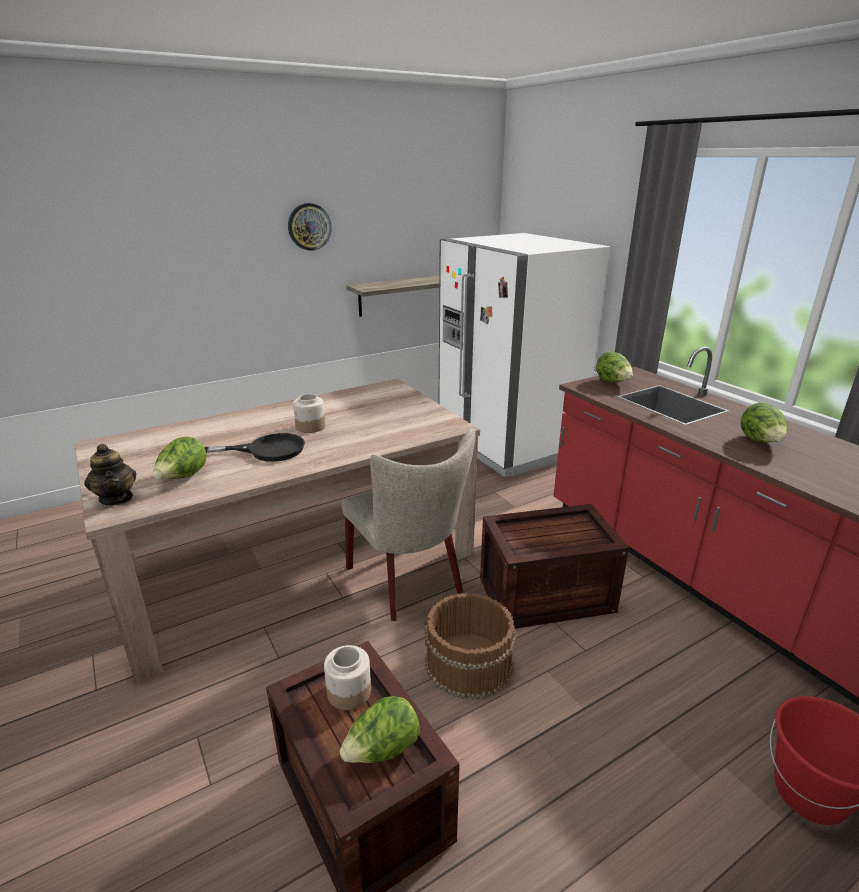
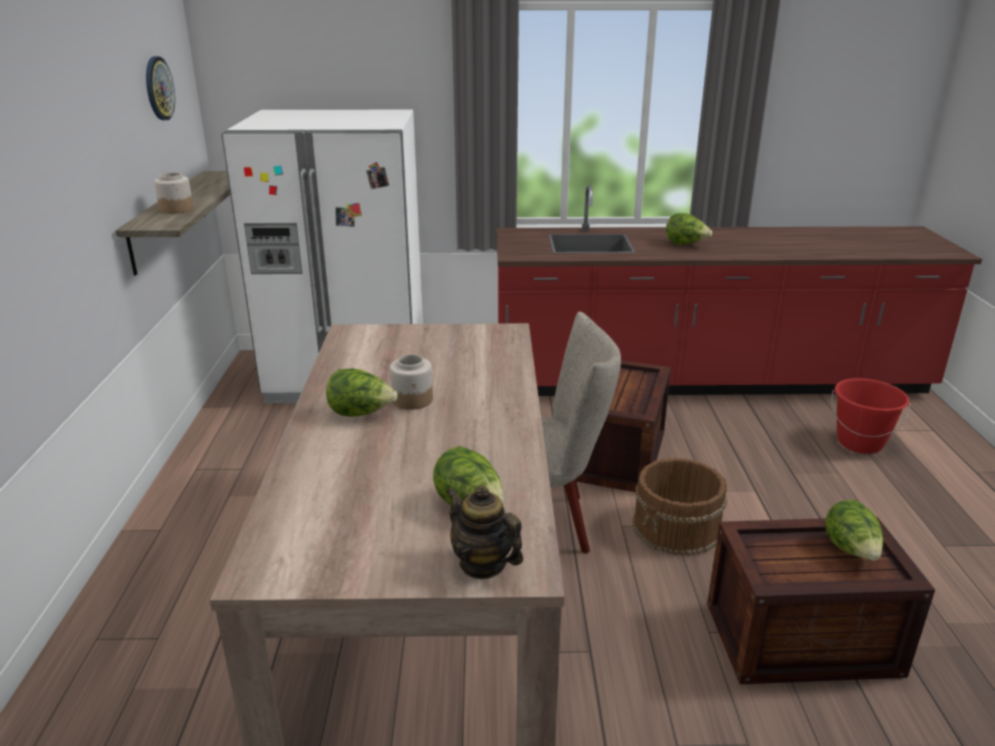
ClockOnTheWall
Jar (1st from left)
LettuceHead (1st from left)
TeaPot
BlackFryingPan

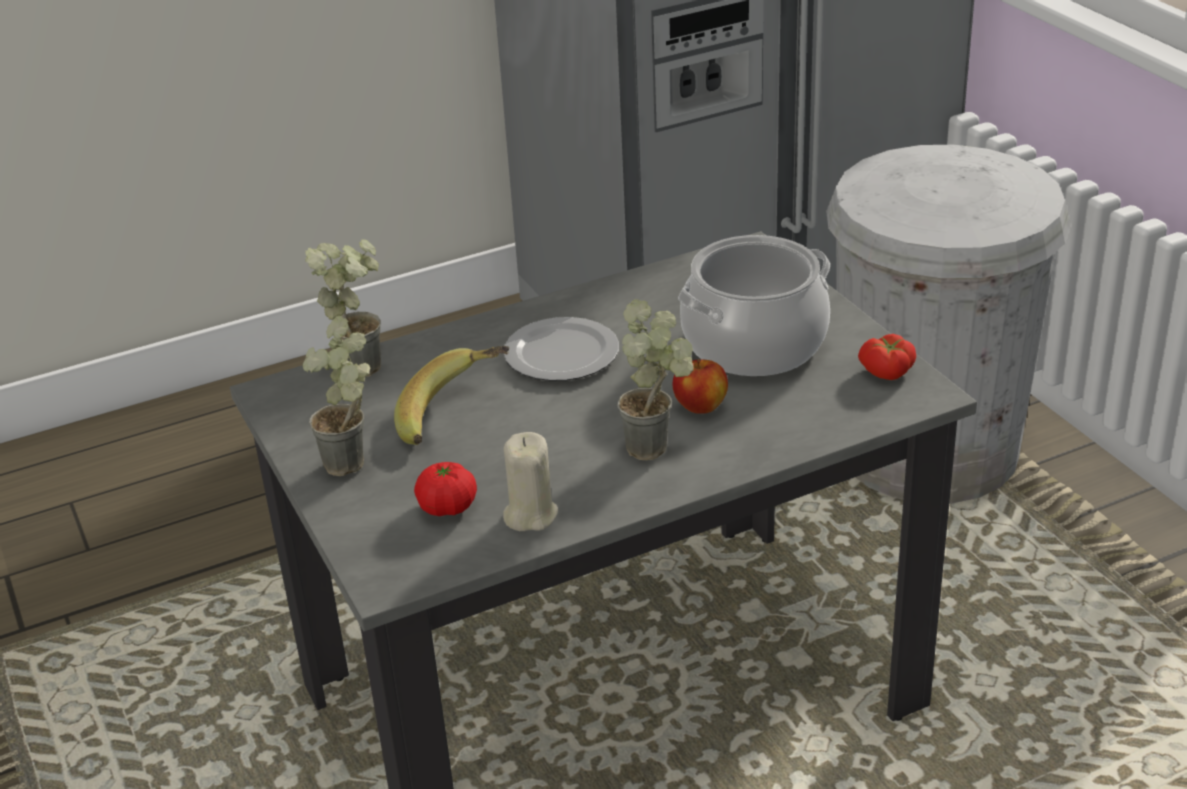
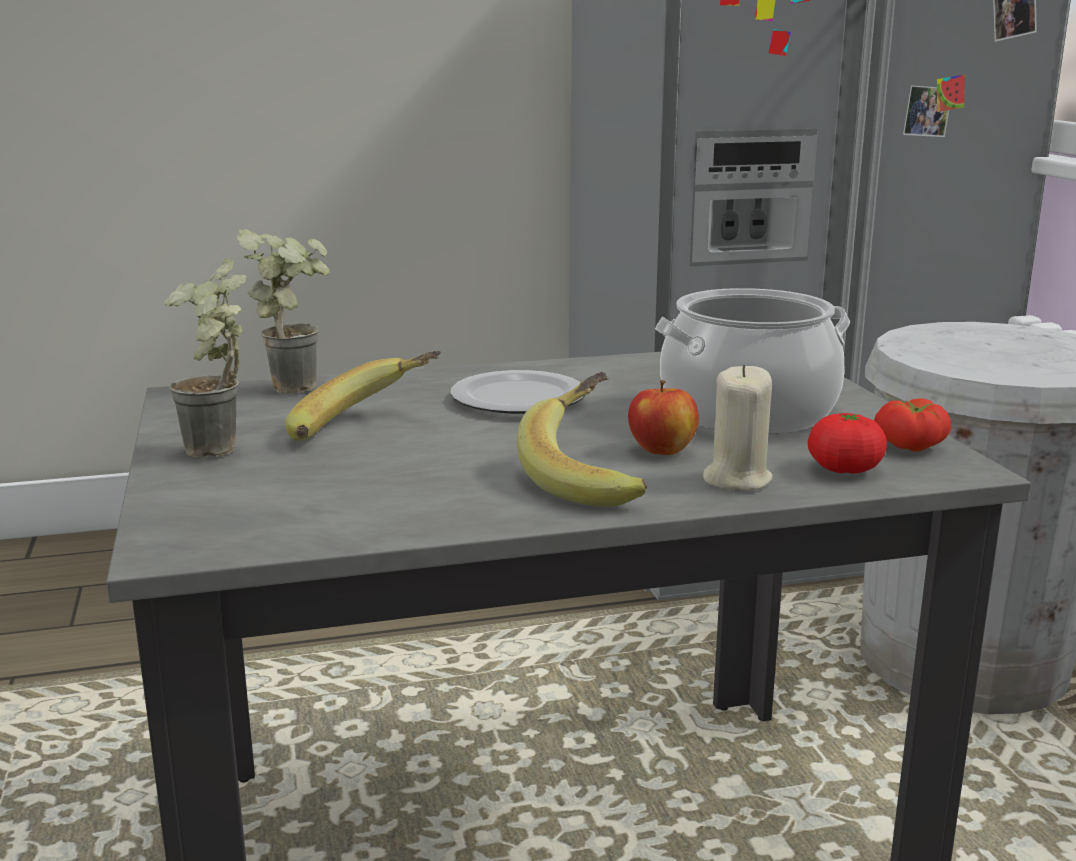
WholeBanana (2nd from left)
BeigeColouredWaxCandle
Tomato (1st from left)

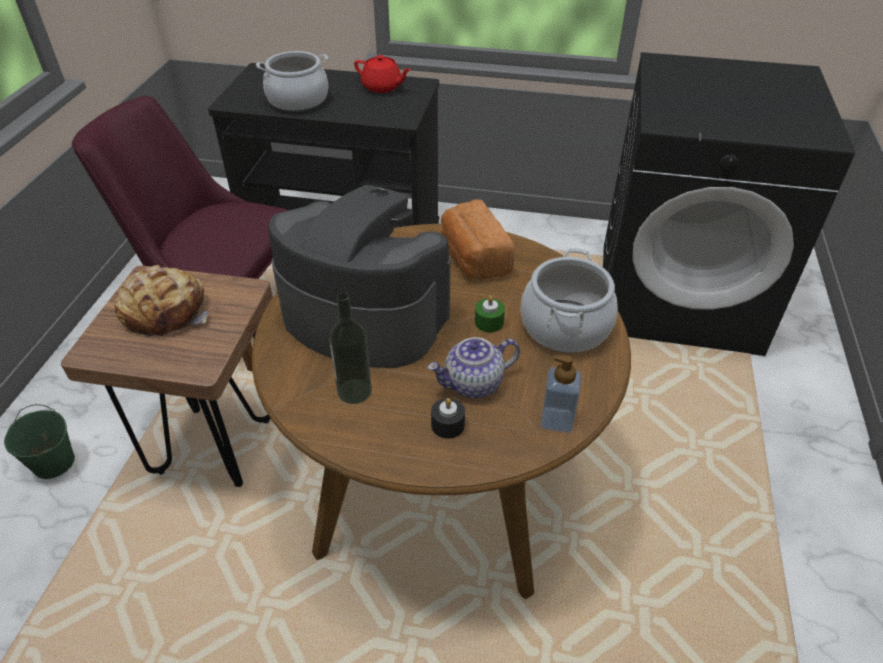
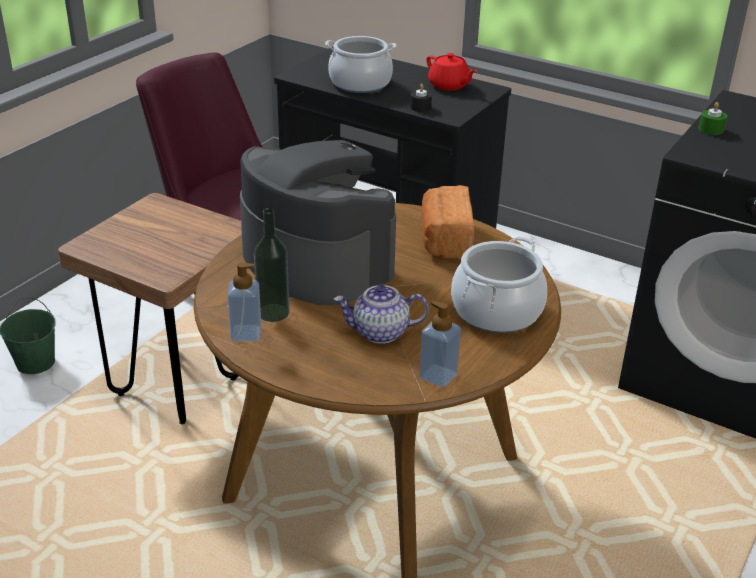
LiquidSoapBottle (1st from left)
BlackWaxCandle
GreenishWaxCandle
BakeryBread (1st from left in the first image)

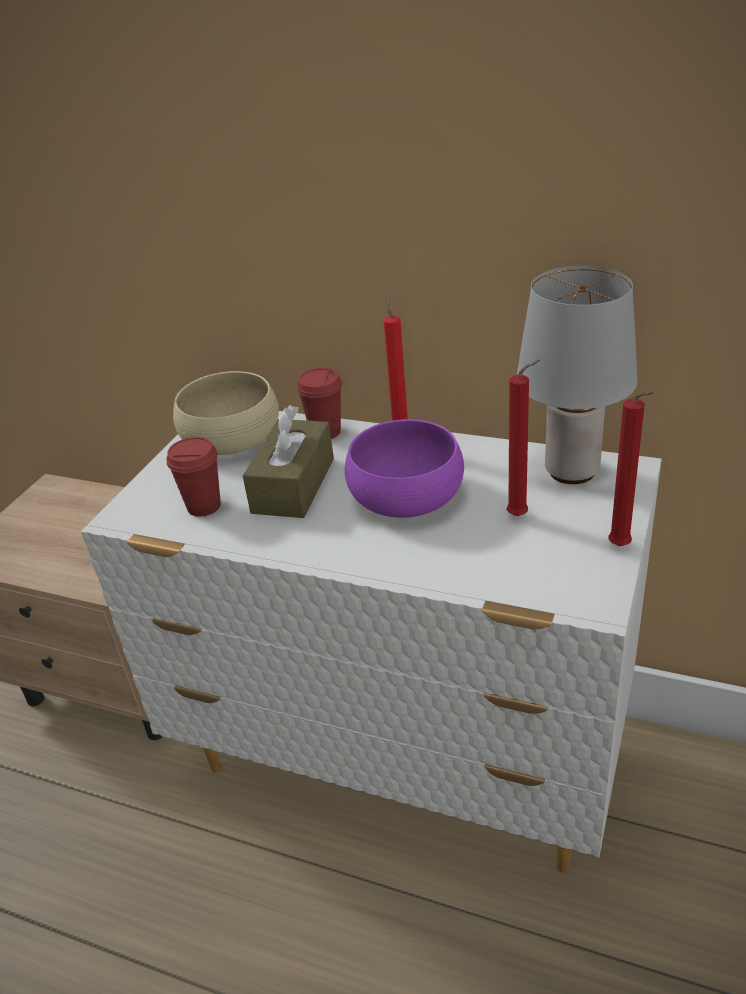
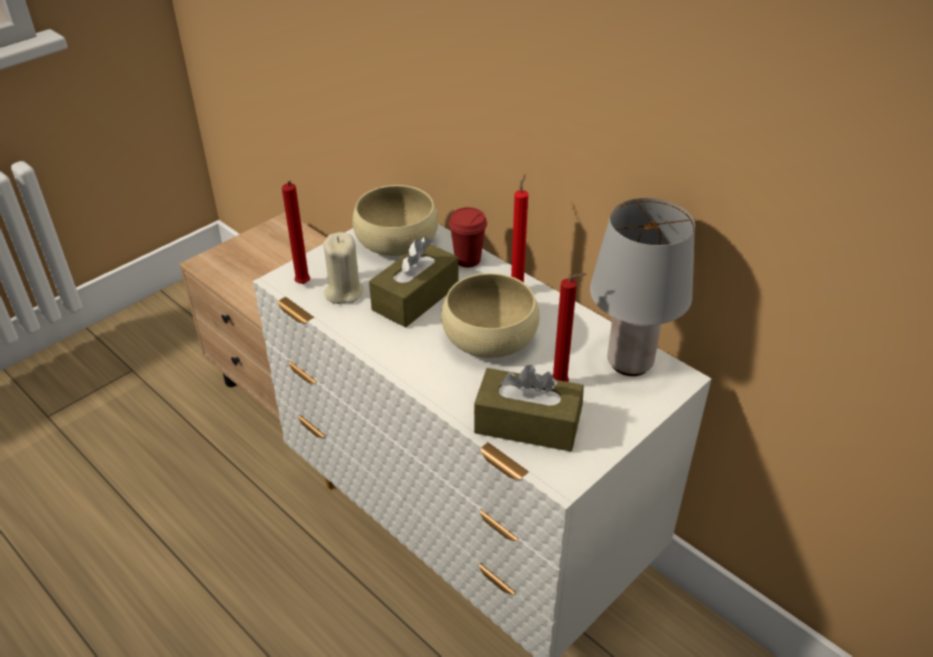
RedWaxCandle (1st from left)
BeigeColouredWaxCandle
BeigeColouredBowl (2nd from left)
BrownishBoxOfTissues (2nd from left)

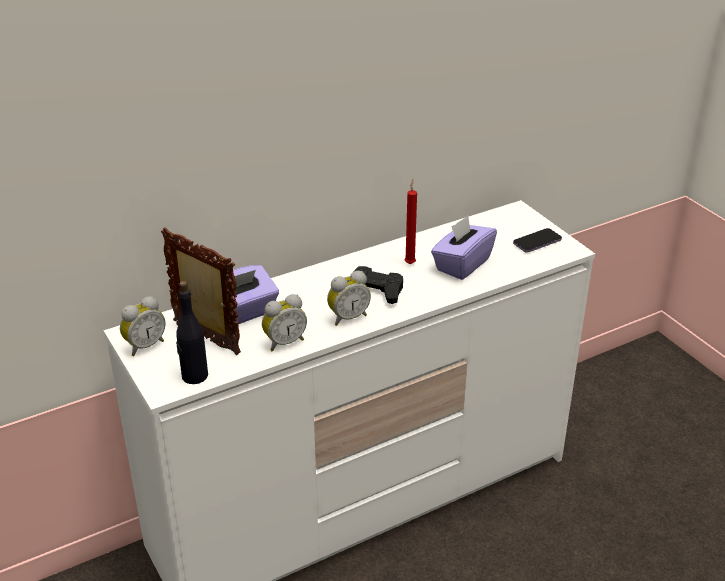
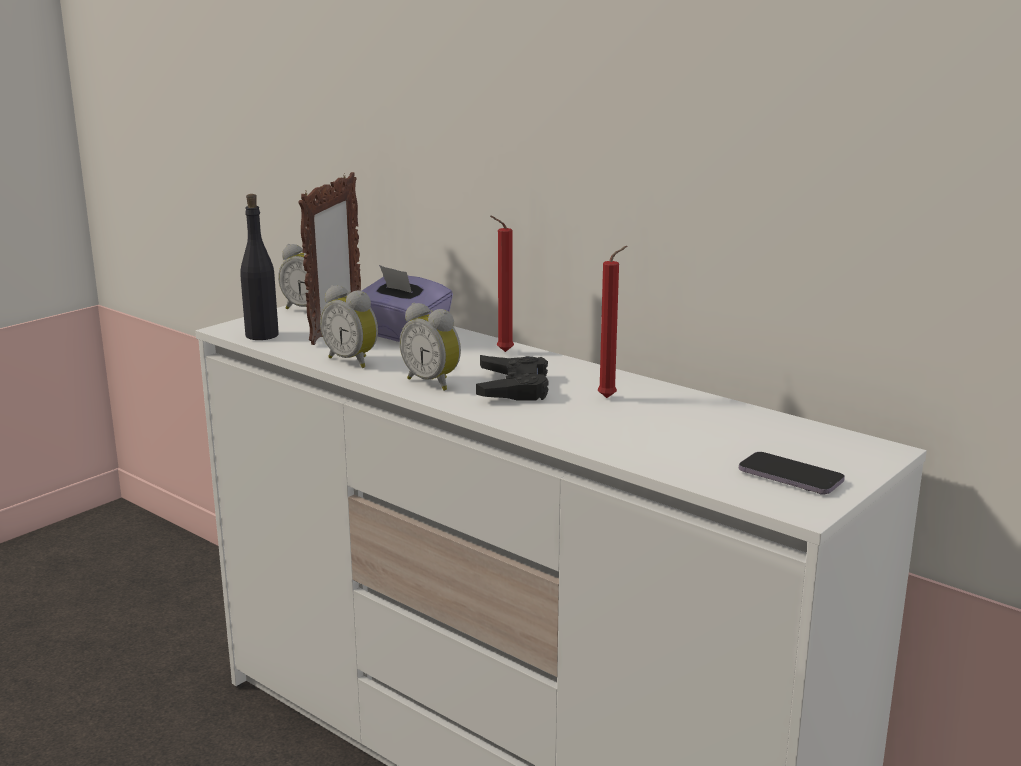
RedWaxCandle (1st from left)
PurpleBoxOfTissues (2nd from left in the first image)

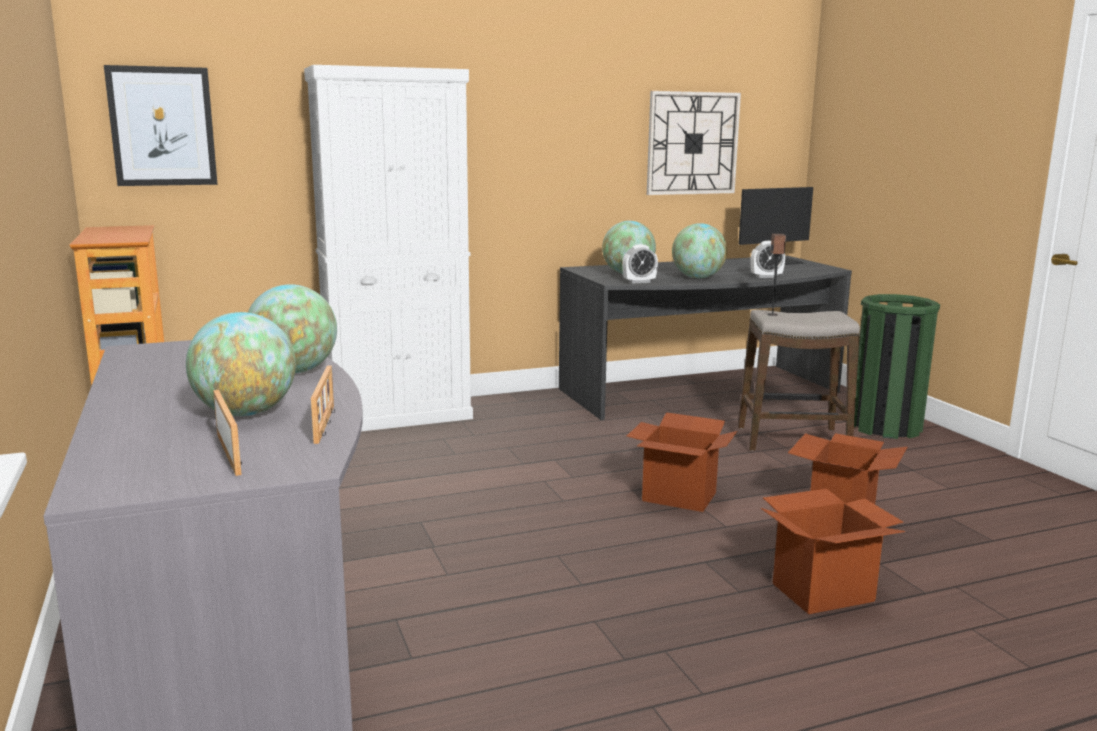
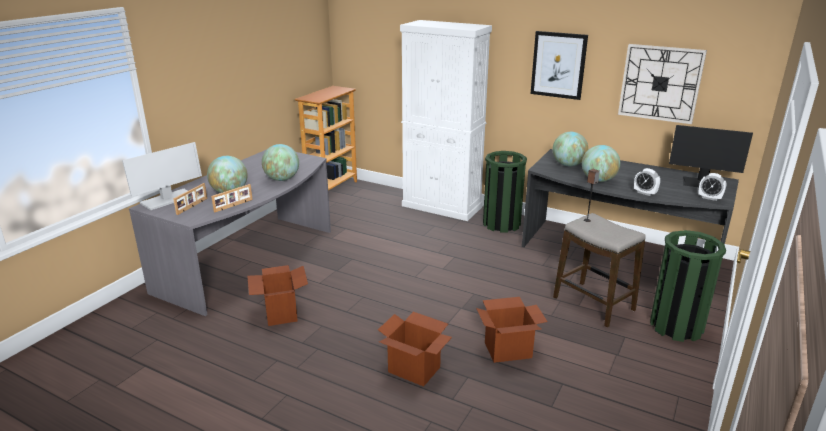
ComputerDisplay (1st from left)
Carton (1st from left)
GreenishRubbishBin (1st from left)
Picture
TableClock (2nd from left)

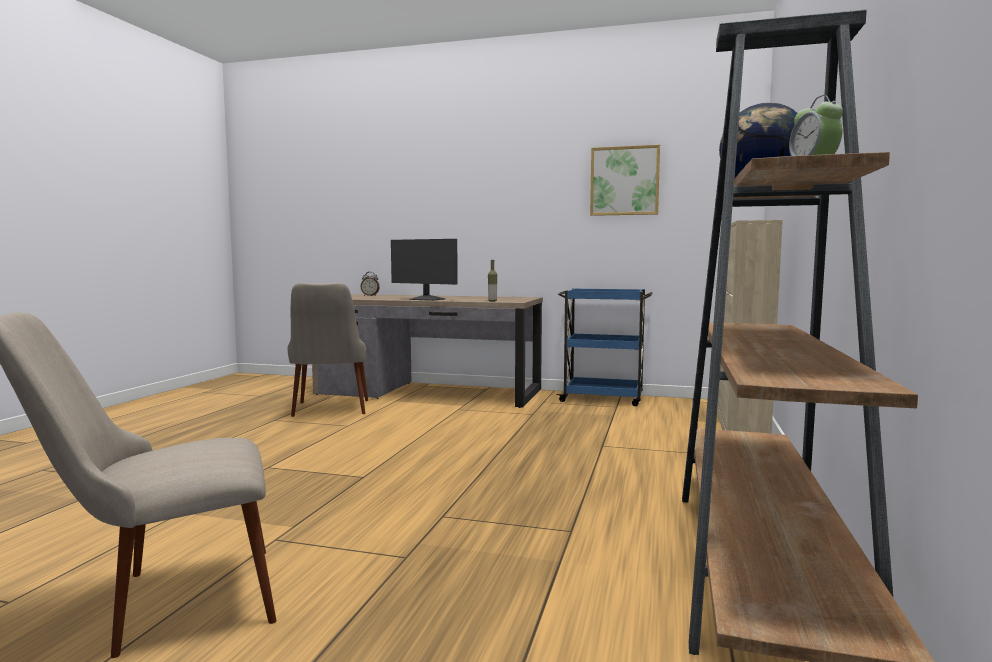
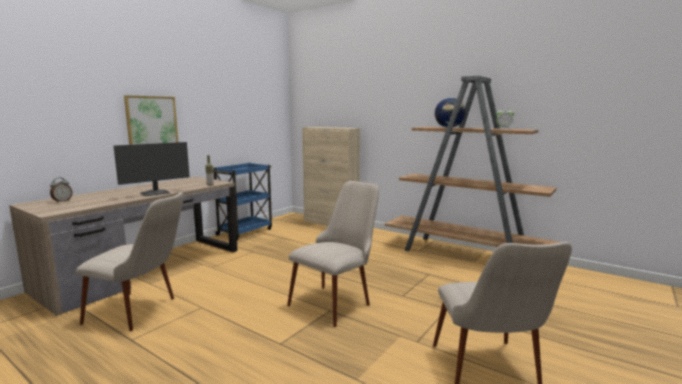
Picture
BeigeColouredChair (2nd from left)

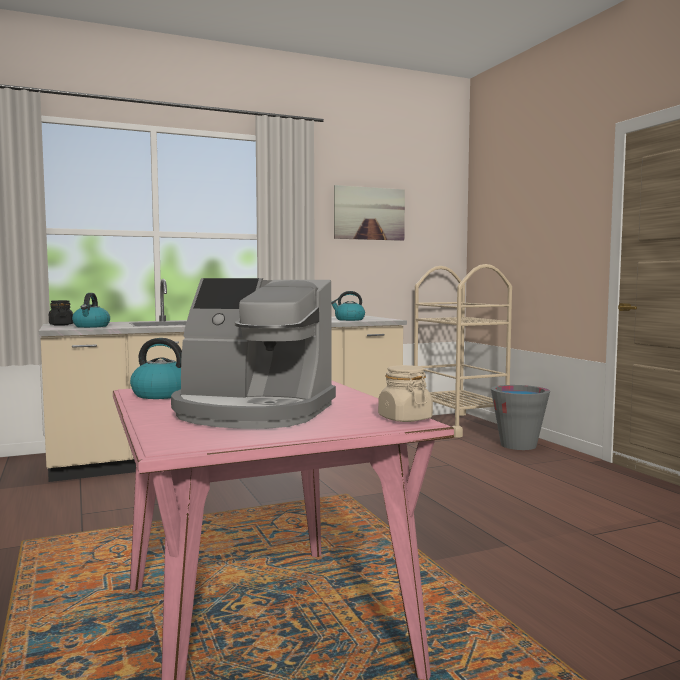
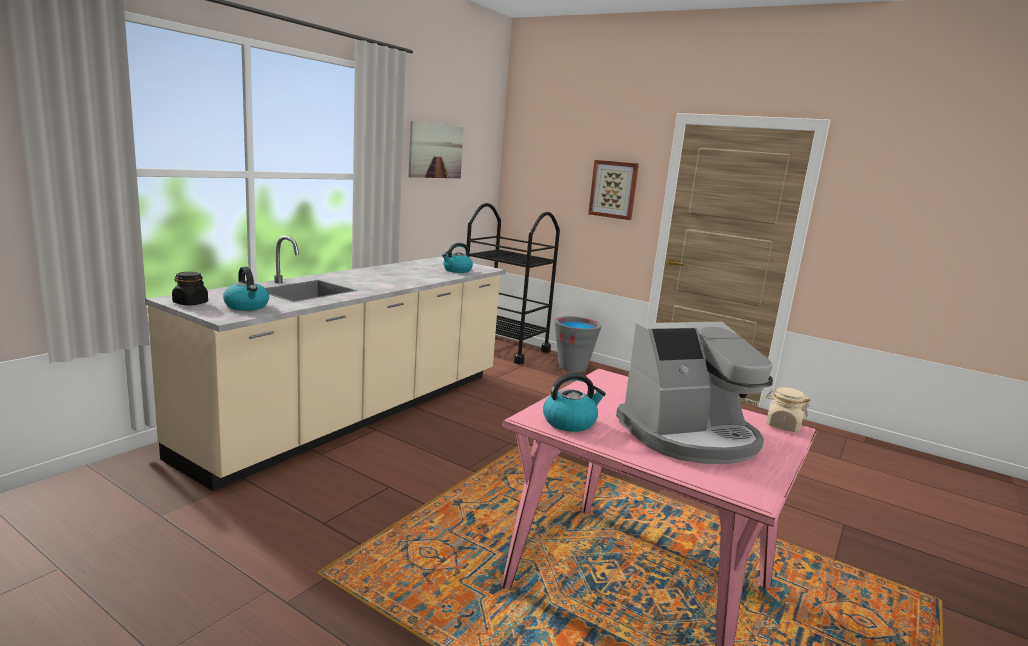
BlackWheeledCart
Picture (2nd from left)

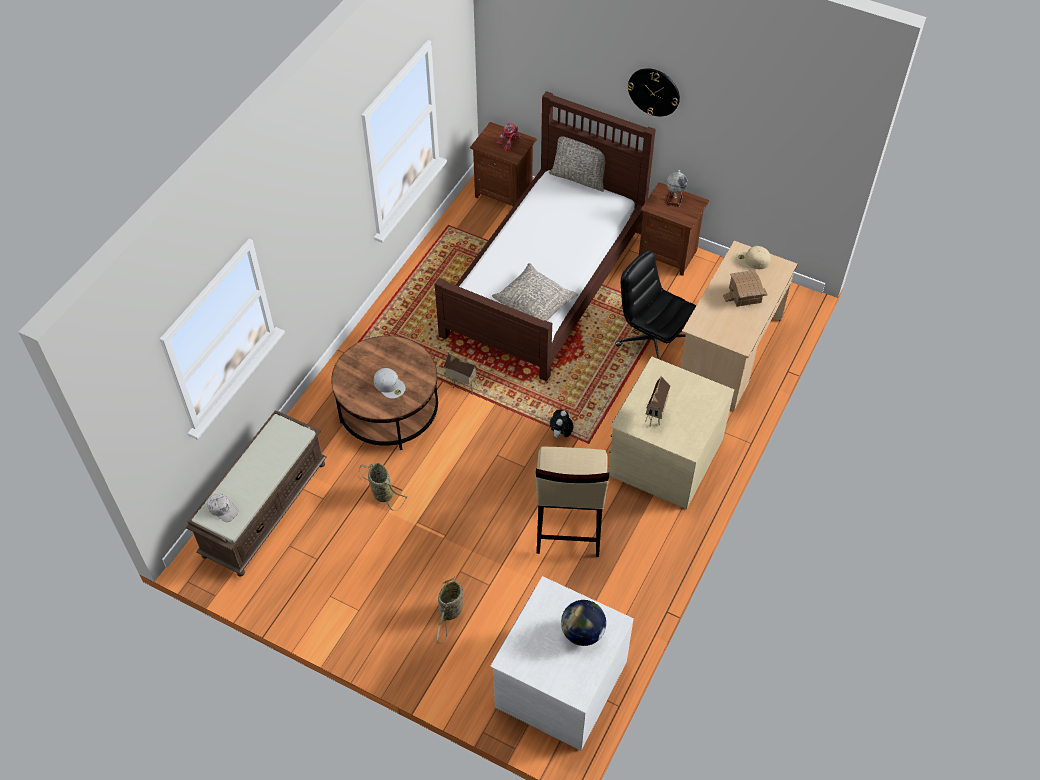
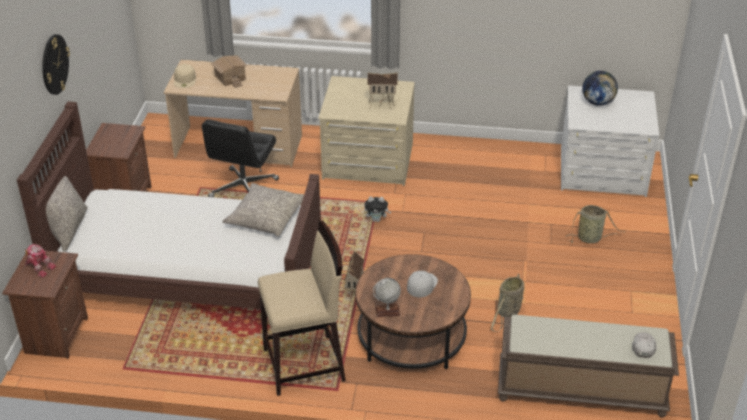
BeigeColouredStool
WorldGlobe (1st from left)

